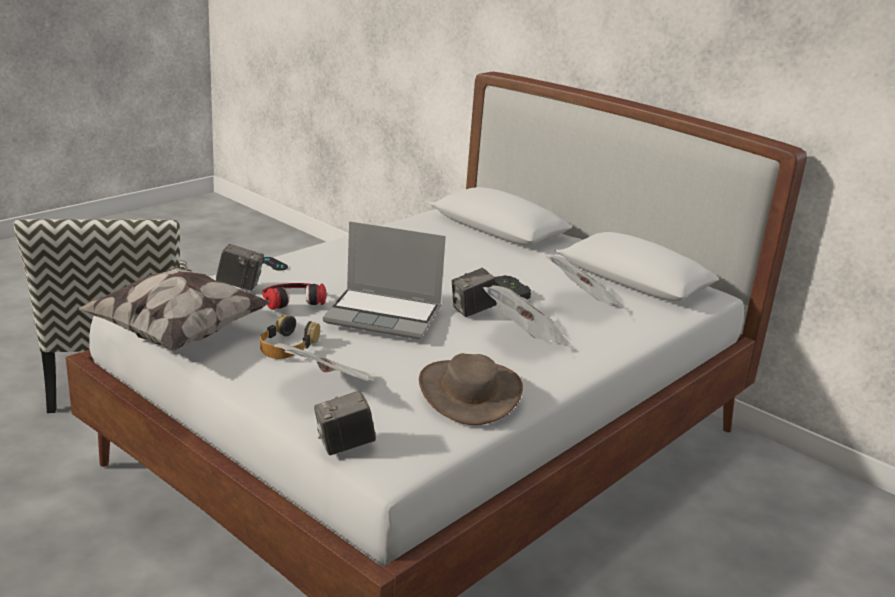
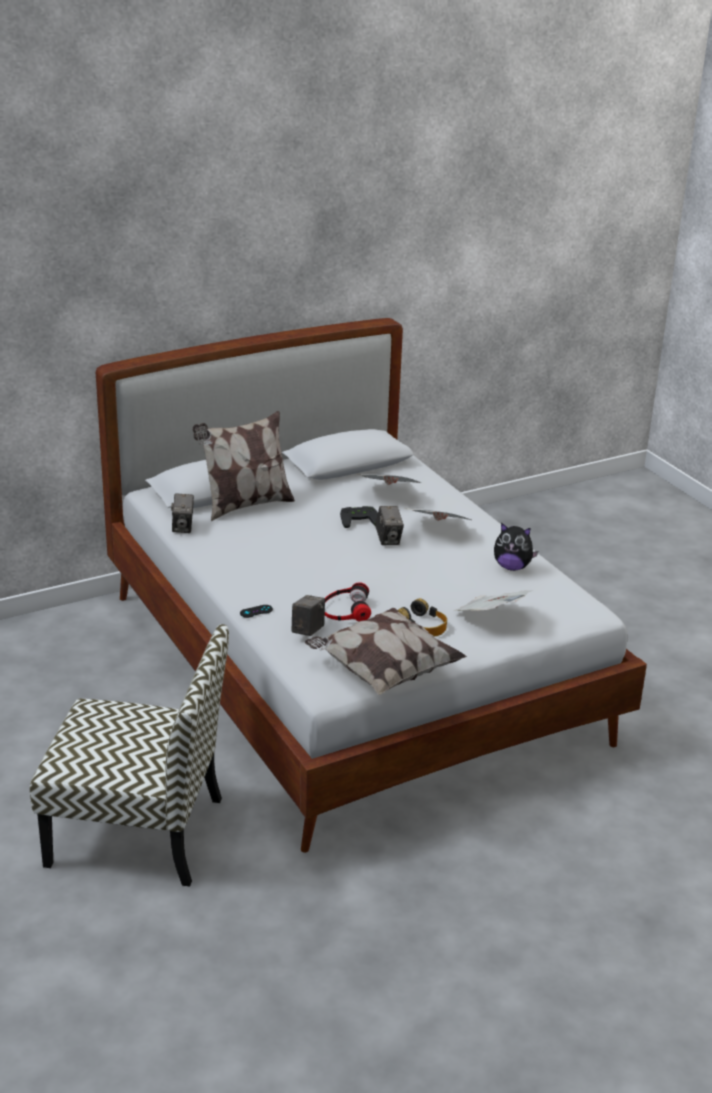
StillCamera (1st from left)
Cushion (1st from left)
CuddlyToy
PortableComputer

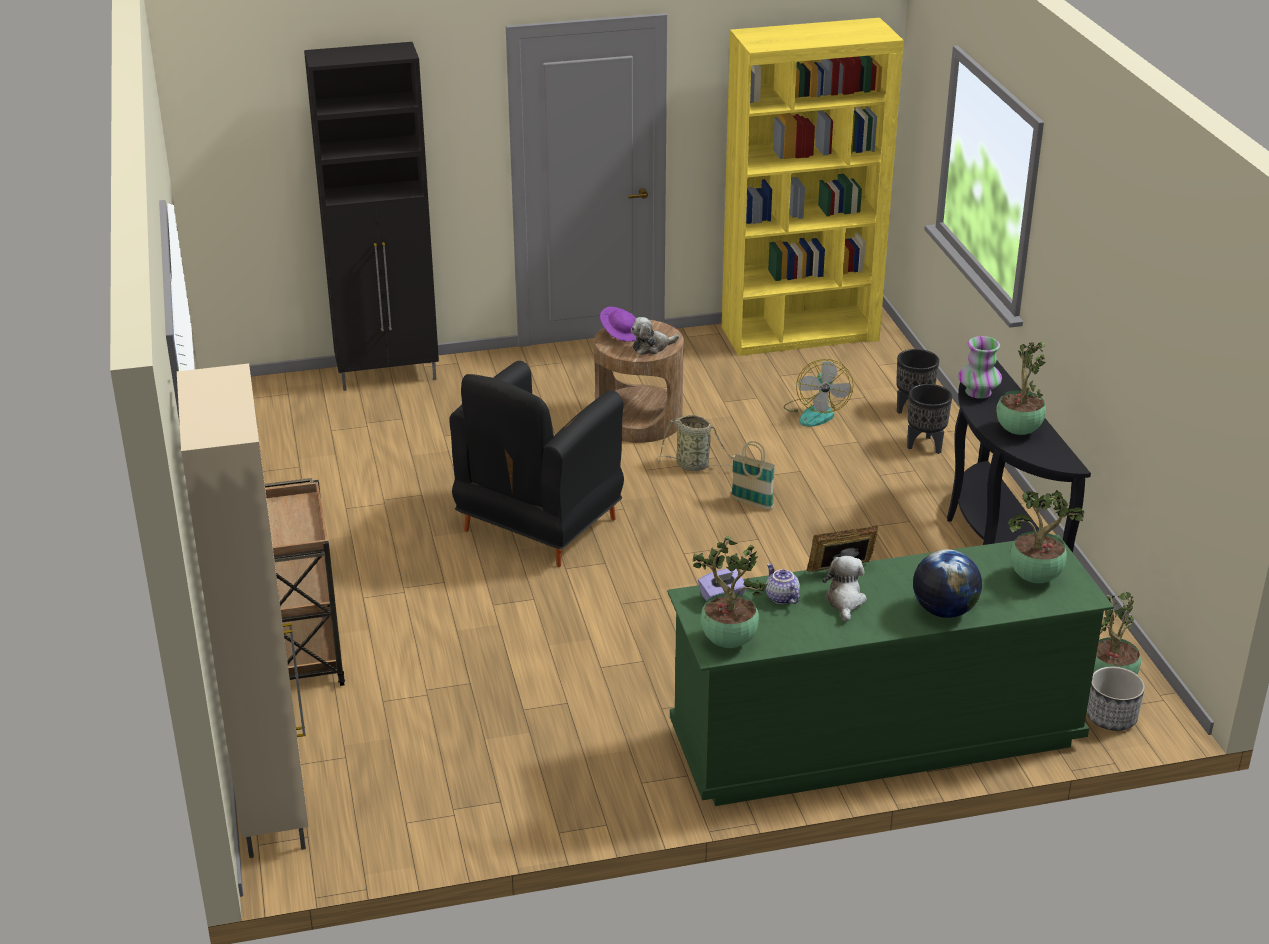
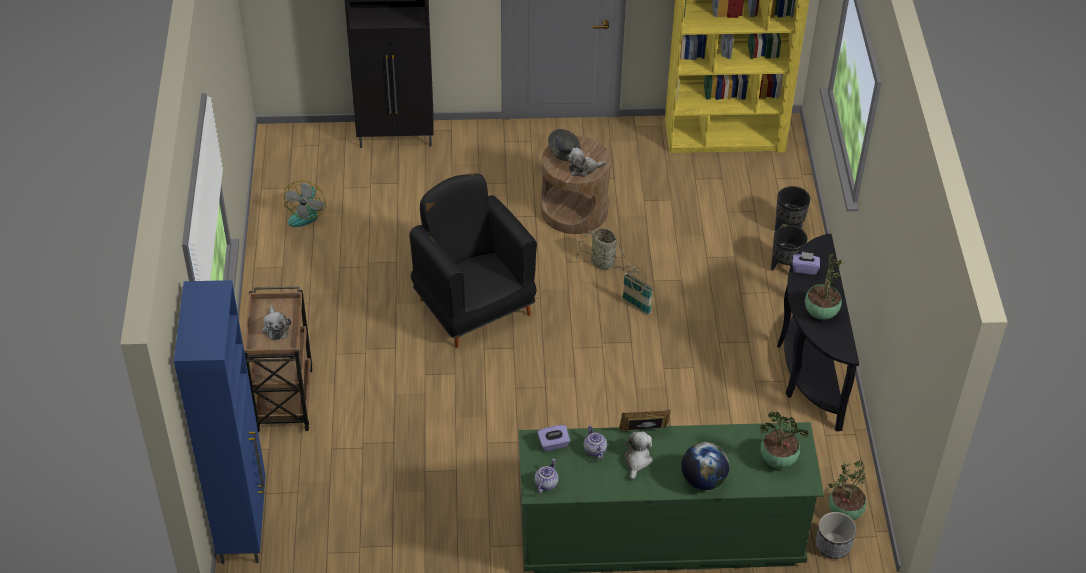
BlueCabinet
CuddlyToy (1st from left)
CoolingFan
BlackLoungeChair
TeaPot (1st from left)
GreyClothingHat
PurpleBoxOfTissues (2nd from left)

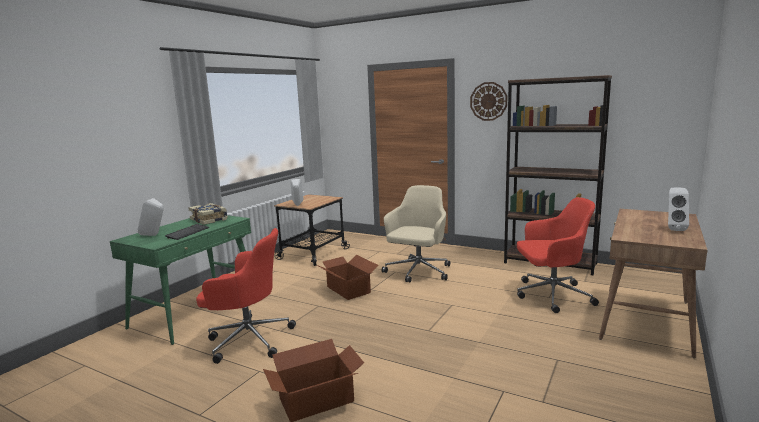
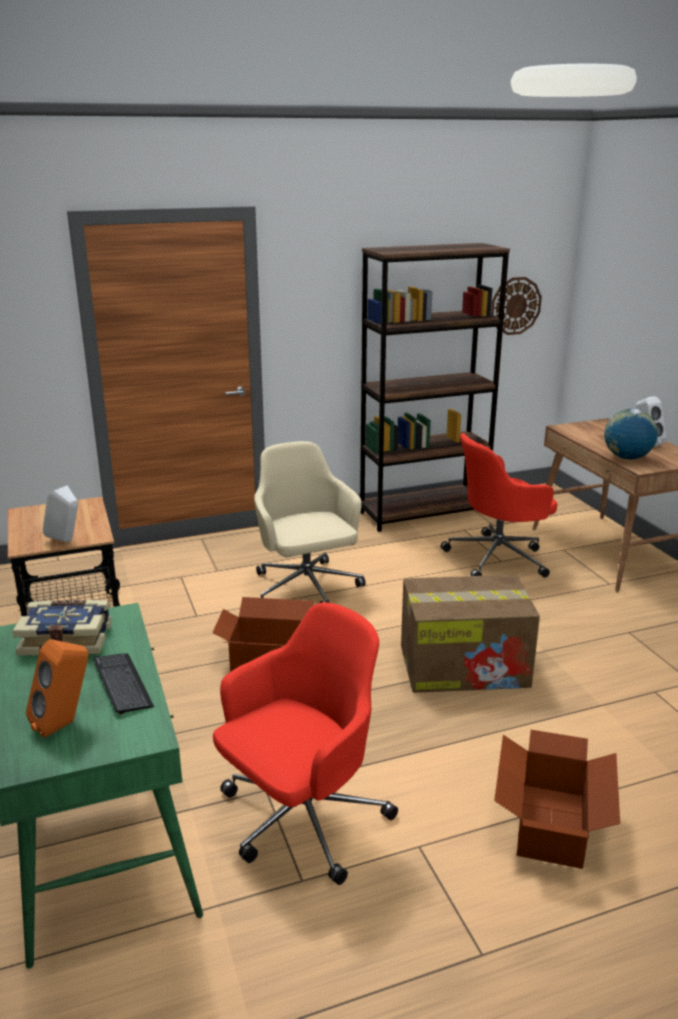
OrangeySpeaker
Carton (2nd from left)
RedComputerChair (2nd from left)
ClockOnTheWall
WorldGlobe

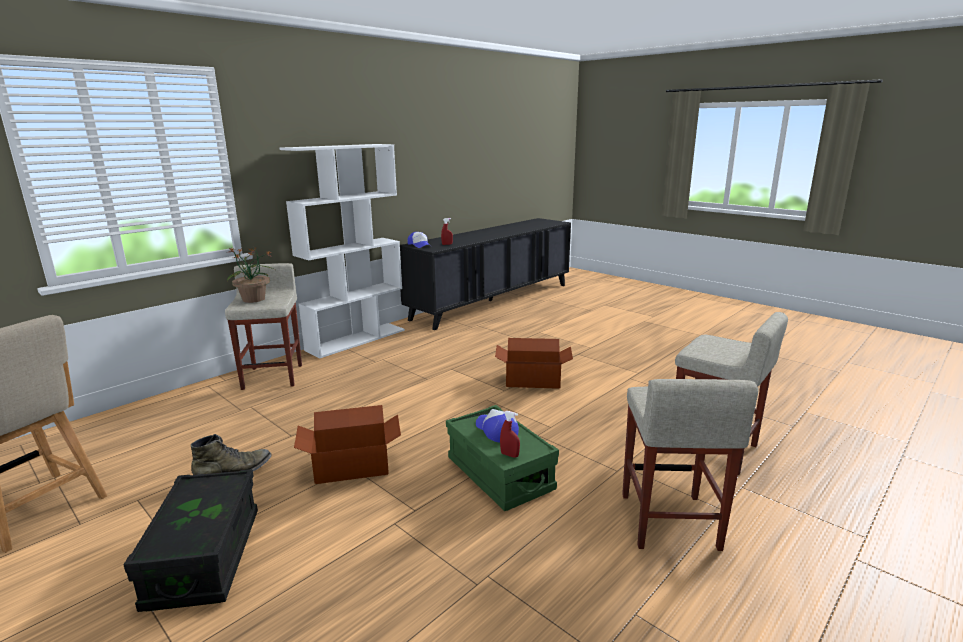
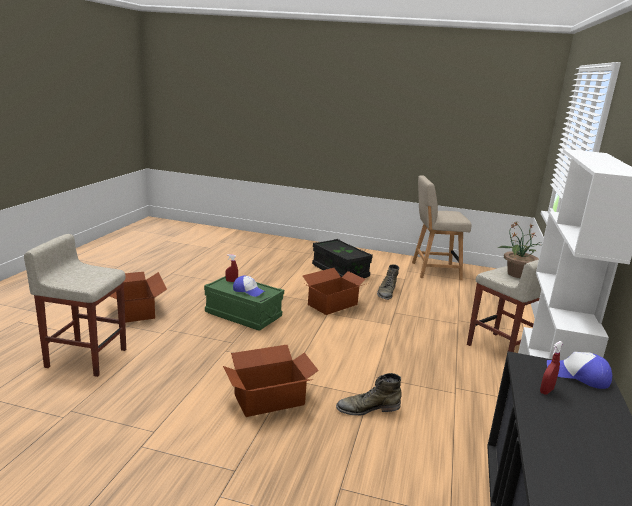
Carton (1st from left)
GreenishBoot (1st from left)

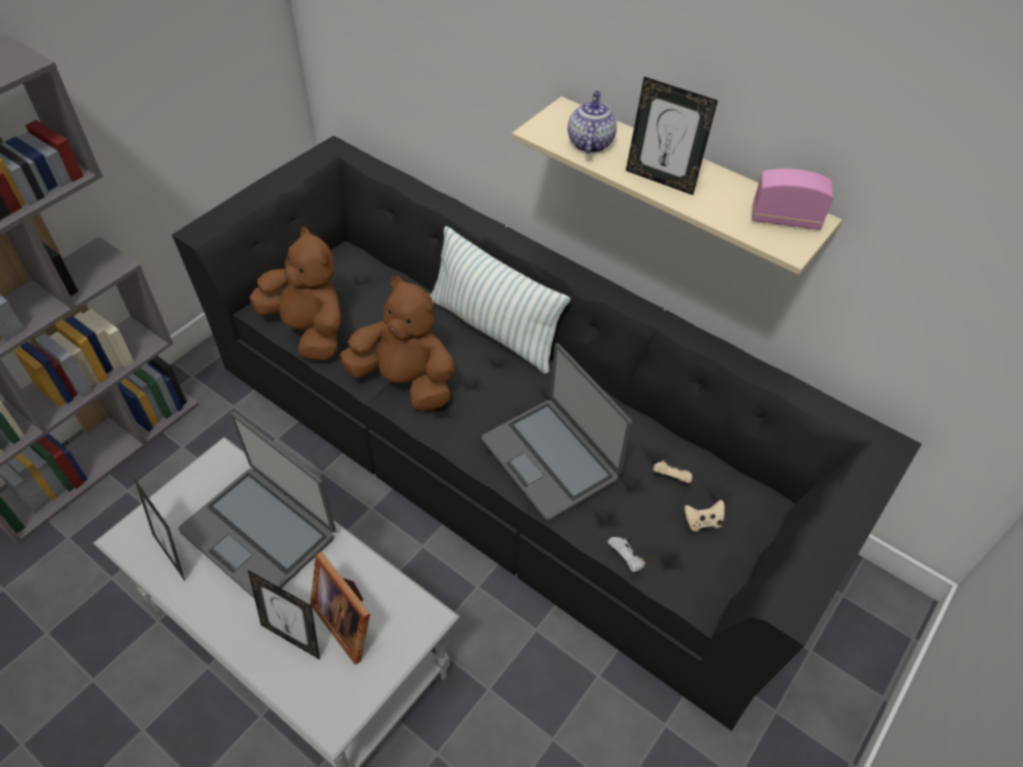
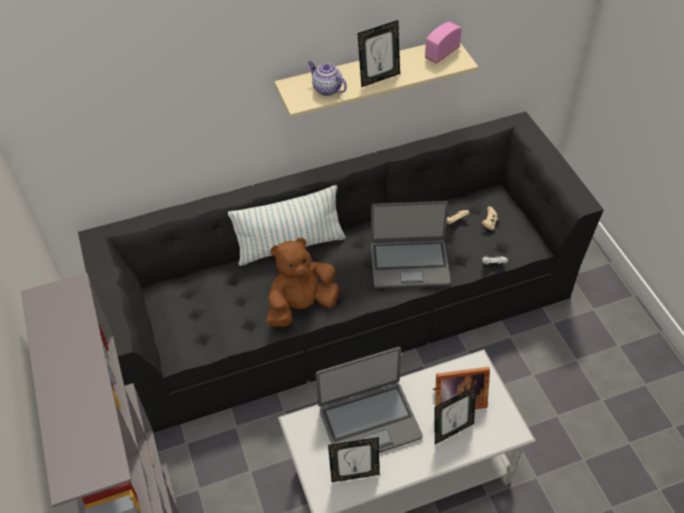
BrownishCuddlyToy (1st from left in the first image)

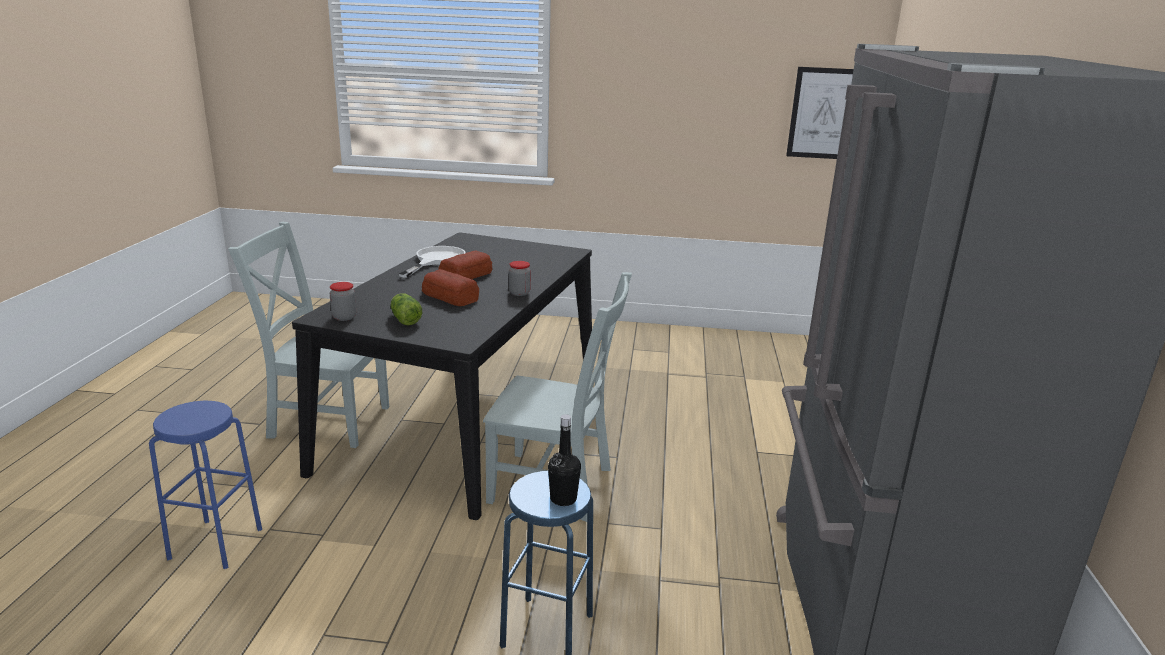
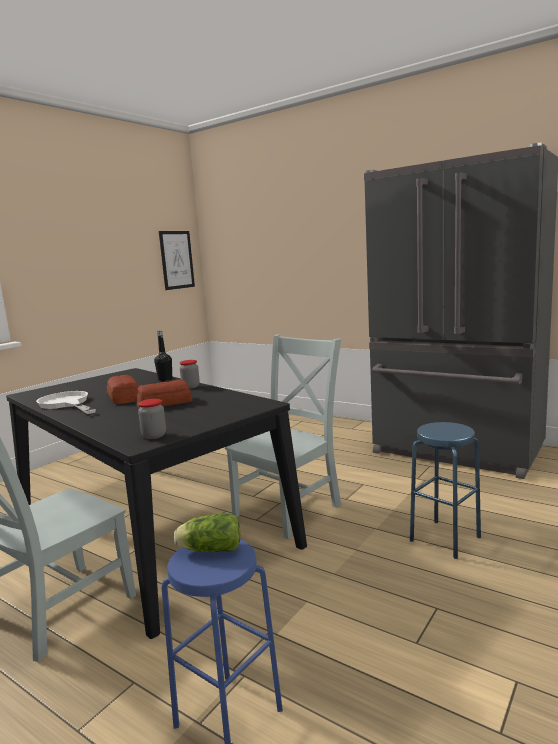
BlackBeverageBottle
LettuceHead

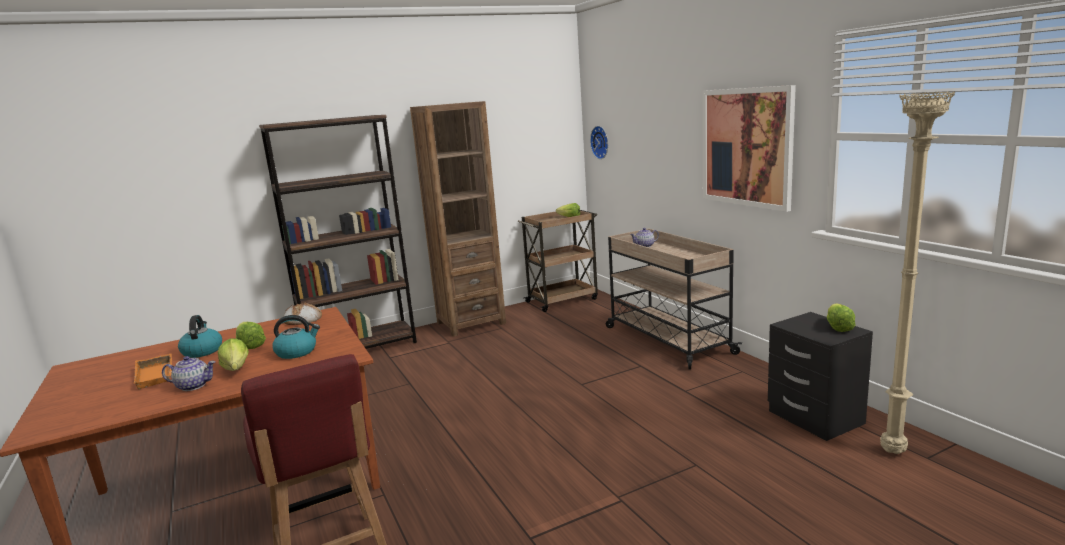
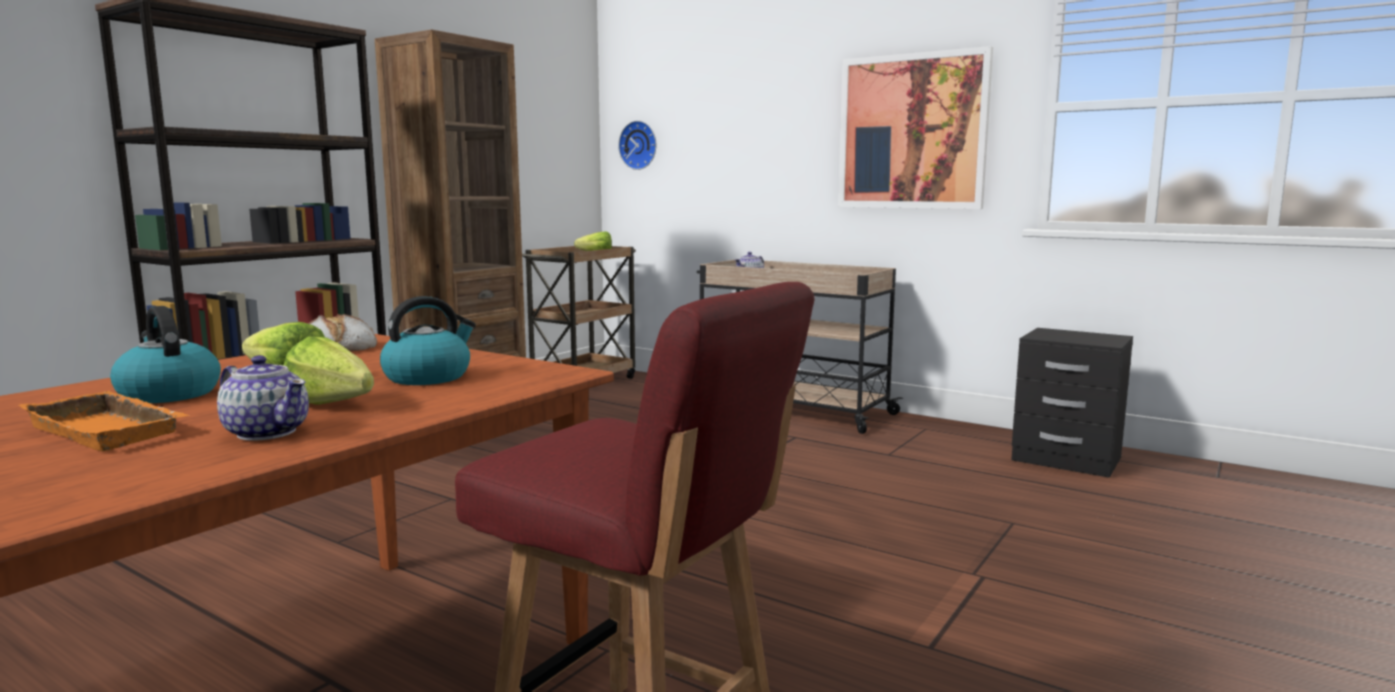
TeaPot (1st from left)
LettuceHead (4th from left in the first image)
BeigeColouredStandingLamp

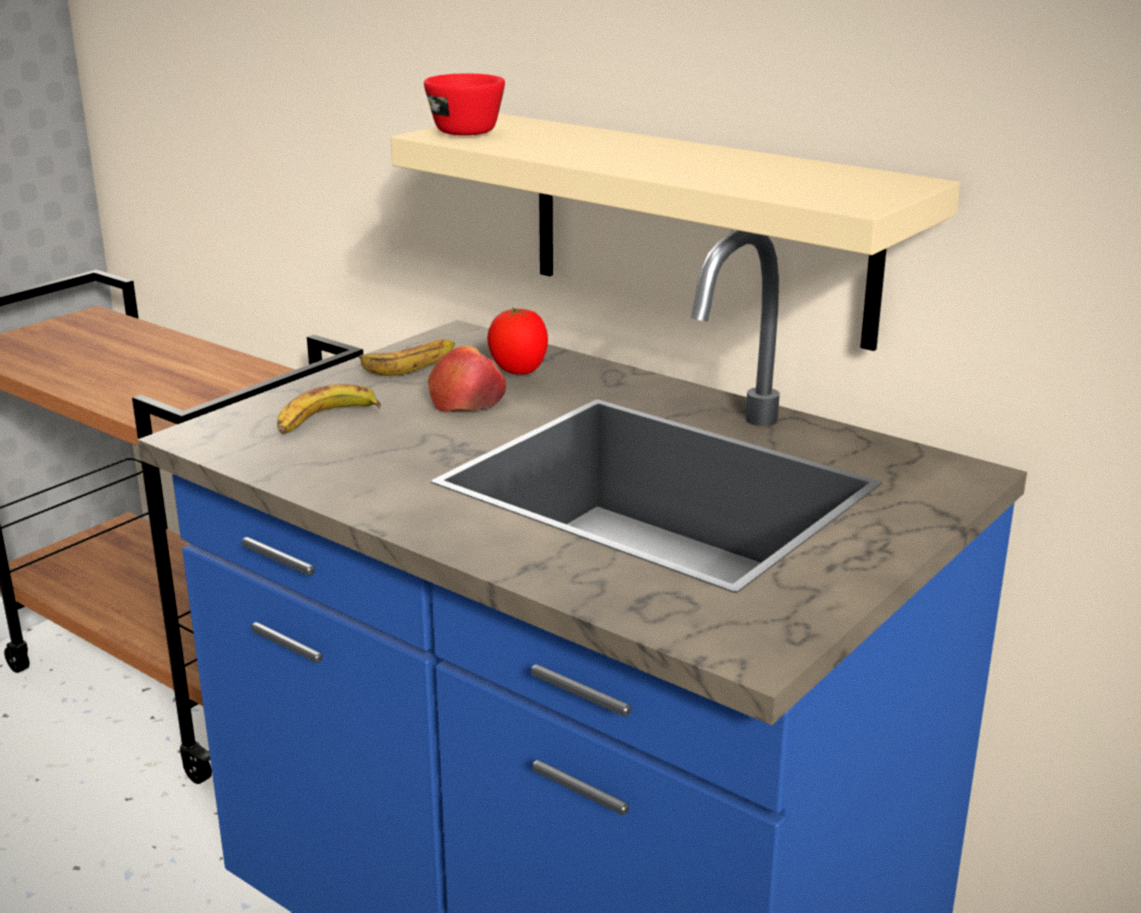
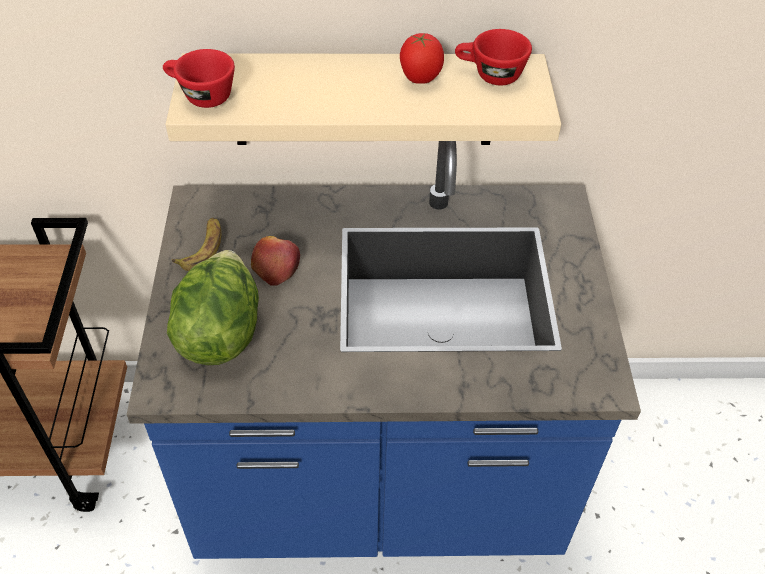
LettuceHead
Tomato
RedSmallCup (2nd from left)

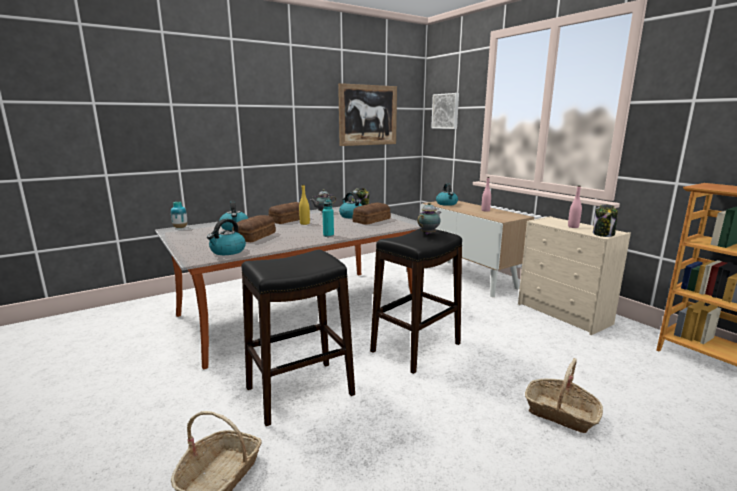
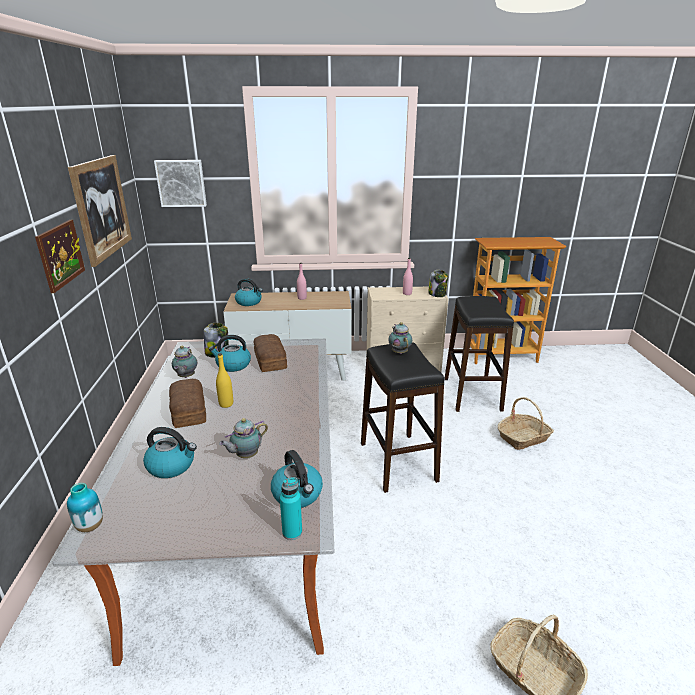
Picture (1st from left)
TeaPot (2nd from left)
BlueGreenBeverageBottle
BlackStool (2nd from left)

